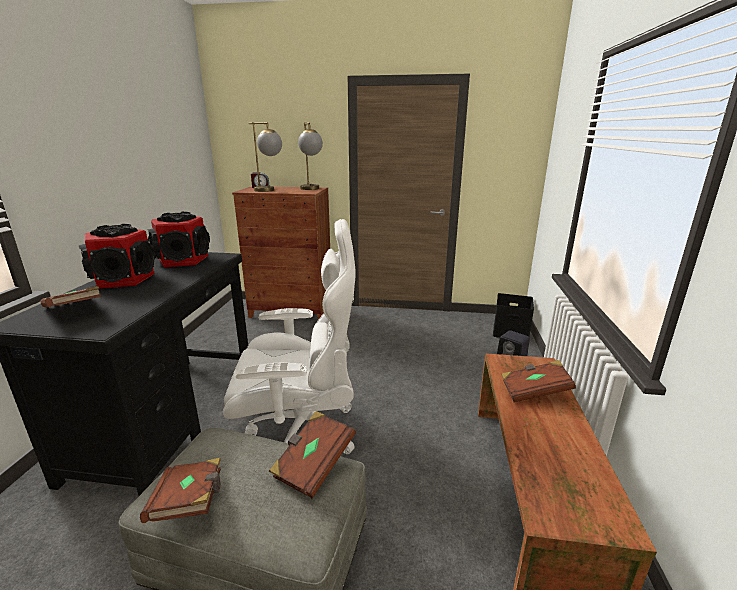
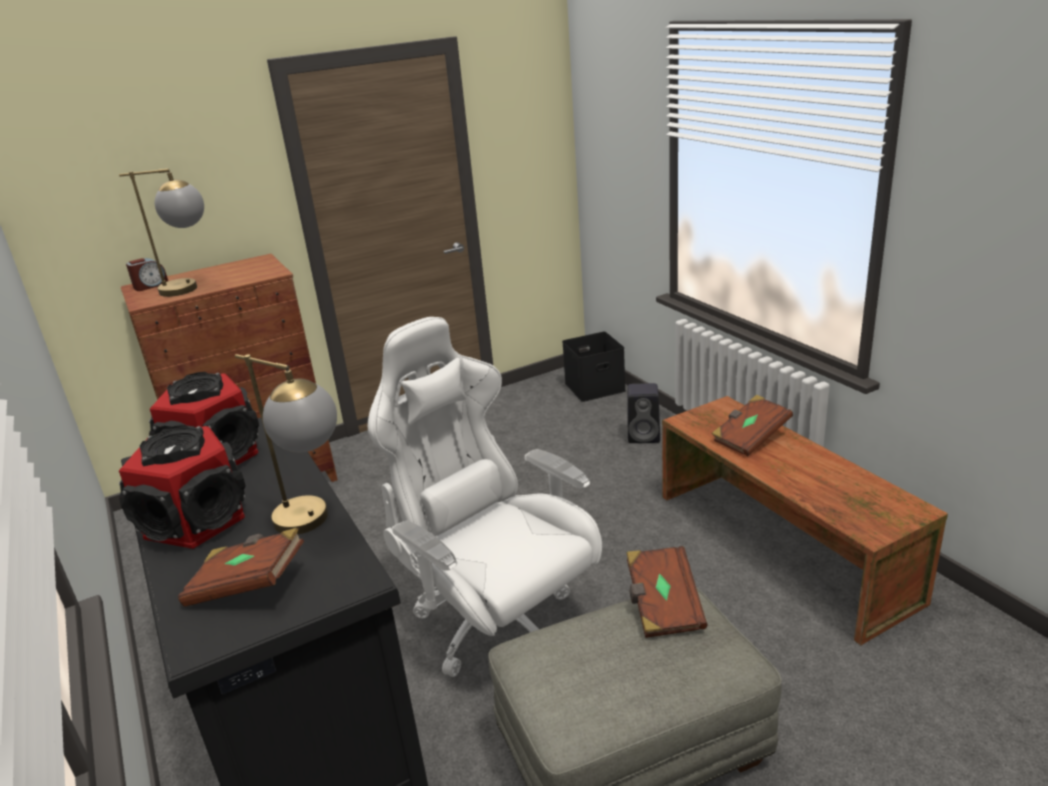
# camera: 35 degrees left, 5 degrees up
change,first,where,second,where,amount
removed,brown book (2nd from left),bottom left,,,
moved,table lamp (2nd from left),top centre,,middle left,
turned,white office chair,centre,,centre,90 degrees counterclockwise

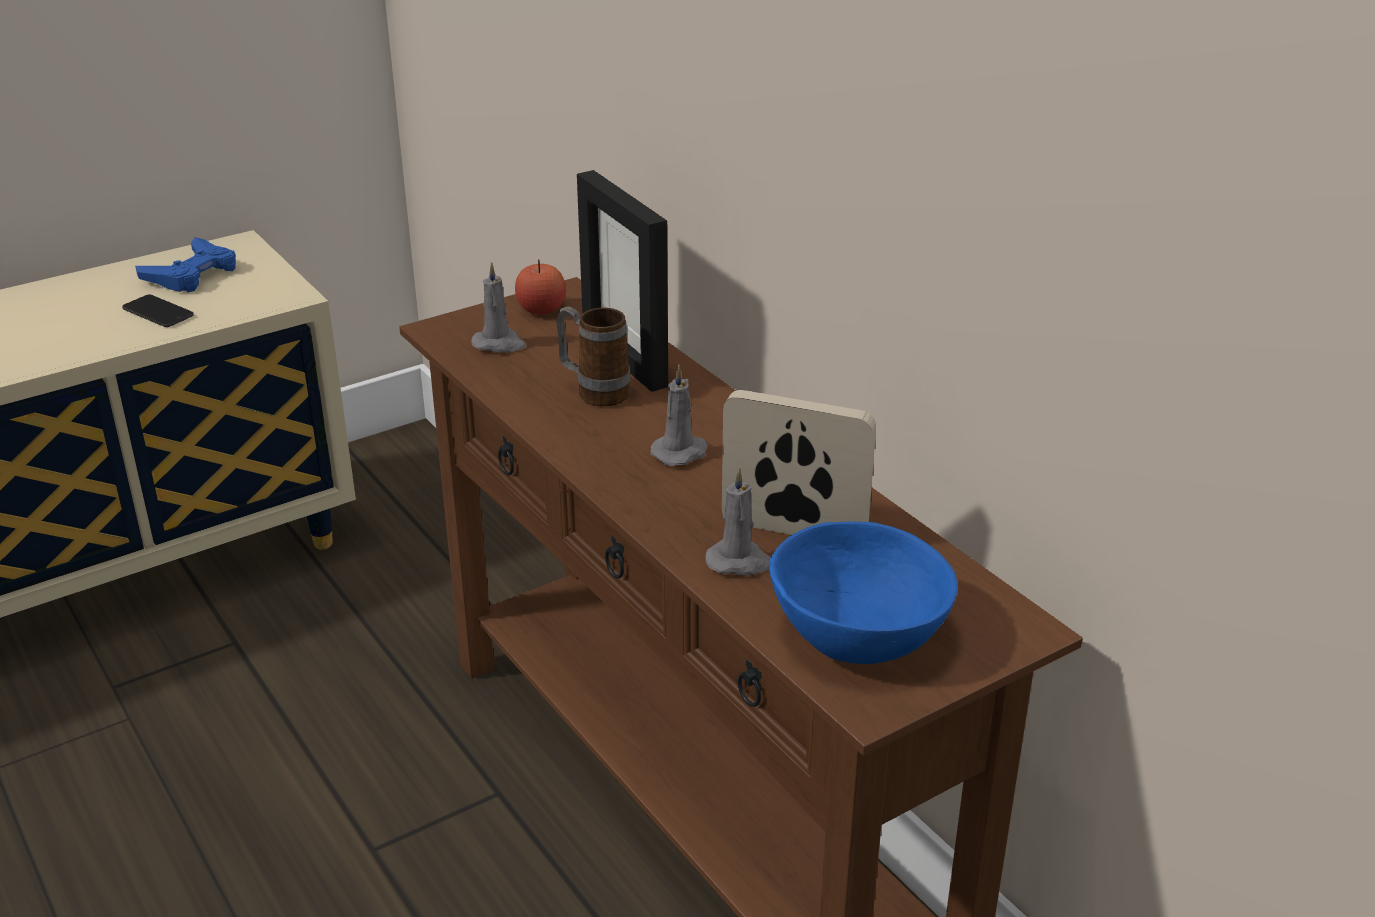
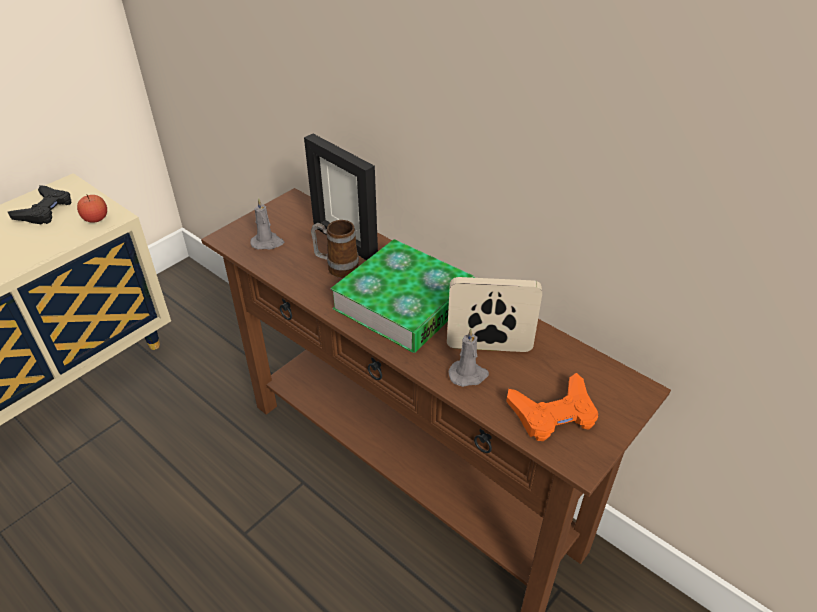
# camera: 15 degrees left, 10 degrees up
change,first,where,second,where,amount
removed,phone,middle left,,,
moved,apple,top centre,,middle left,
replaced,grey candle (2nd from left),centre,book,centre,
replaced,blue bowl,centre,orange game controller,middle right,
recoloured,blue game controller,top left,black game controller,middle left,

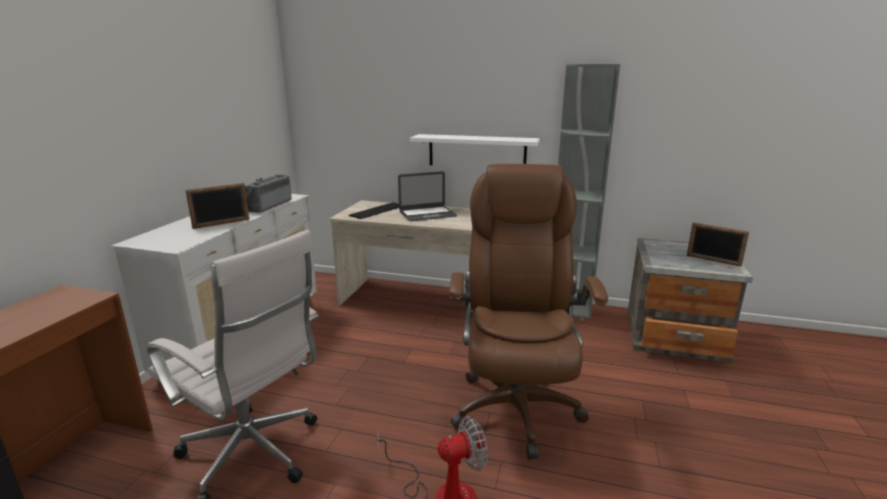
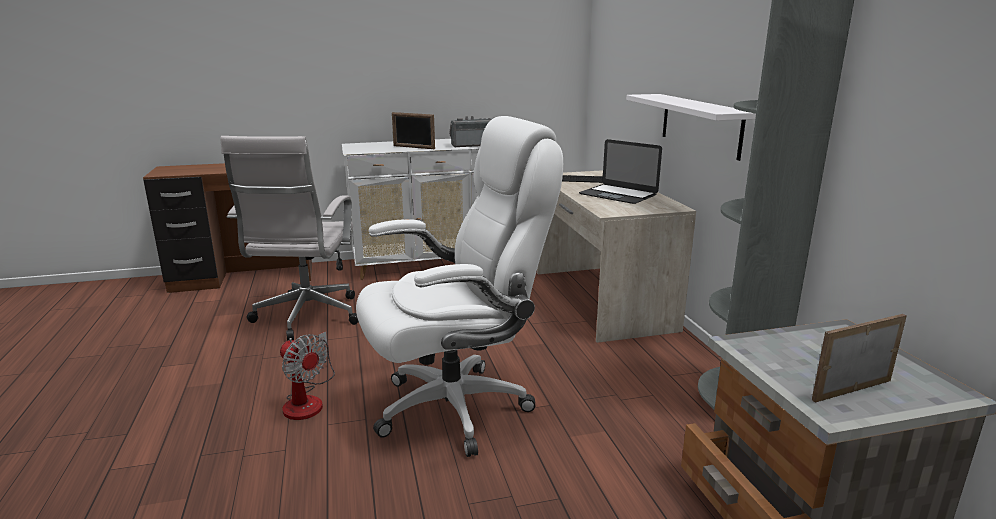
# camera: 60 degrees right, 0 degrees up
change,first,where,second,where,amount
recoloured,brown office chair,centre,white office chair (2nd from left),centre,
turned,picture frame (2nd from left),middle right,,bottom right,60 degrees clockwise

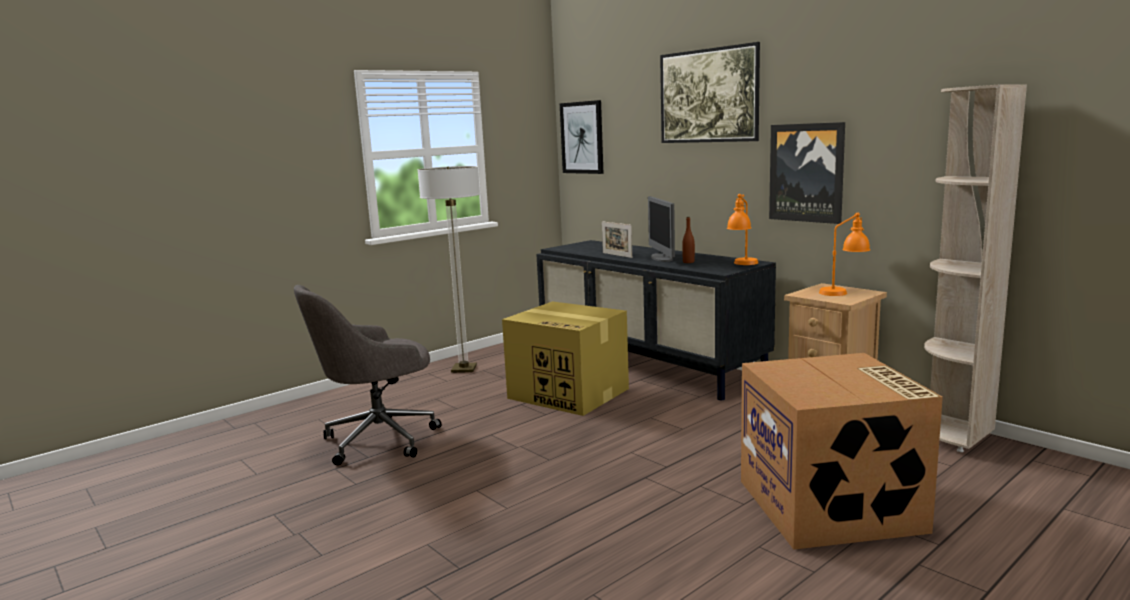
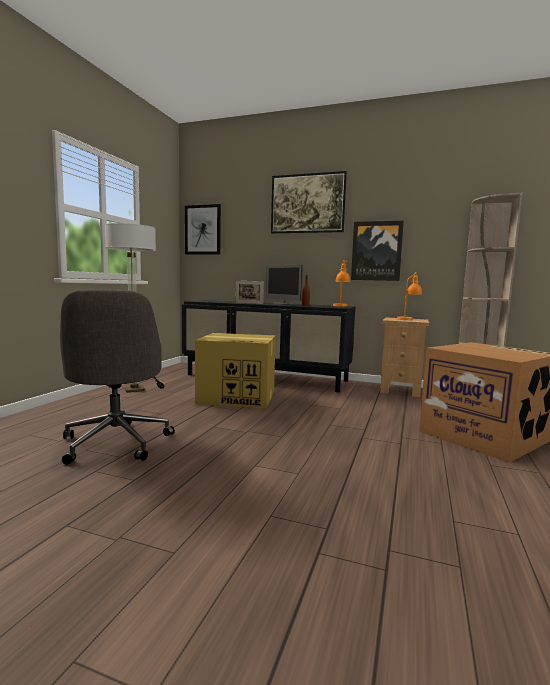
# camera: 30 degrees left, 5 degrees down
change,first,where,second,where,amount
turned,grey office chair,middle left,,middle left,45 degrees counterclockwise

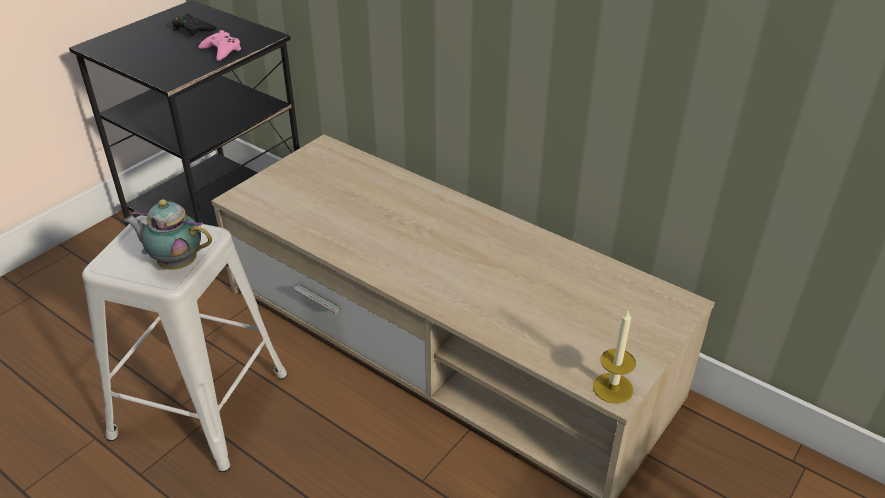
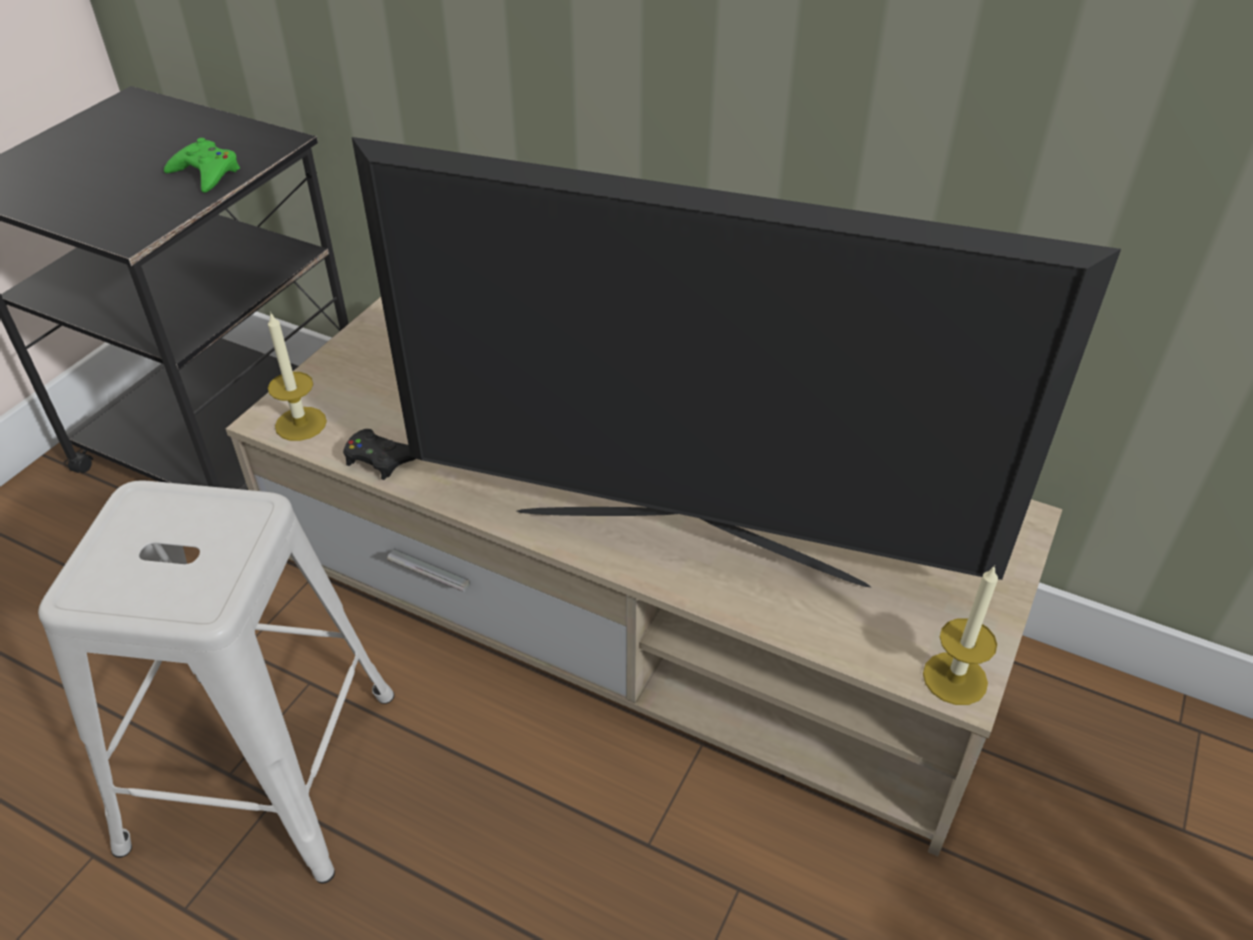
# camera: 10 degrees left, 5 degrees up
change,first,where,second,where,amount
removed,teapot,middle left,,,
added,,,candle (1st from left),middle left,
added,,,television,centre,
moved,black game controller,top left,,middle left,
recoloured,pink game controller,top left,green game controller,top left,

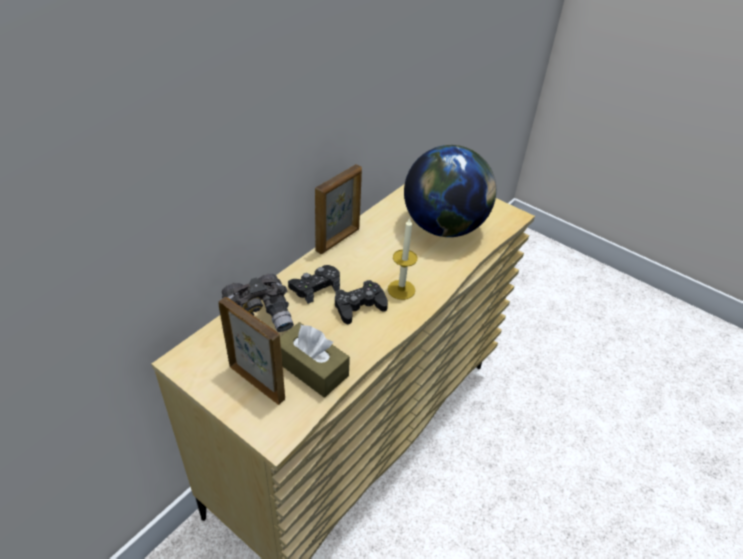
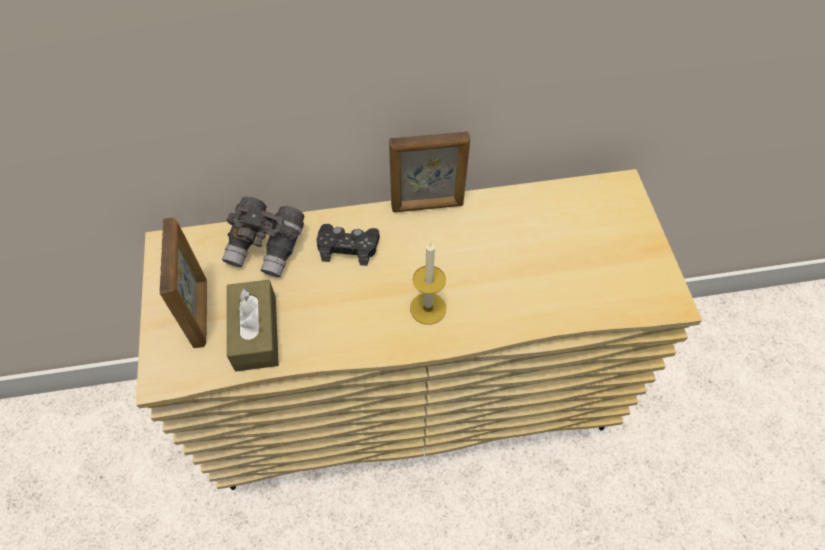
# camera: 45 degrees right, 15 degrees up
change,first,where,second,where,amount
removed,black game controller (2nd from left),centre,,,
removed,globe,centre,,,

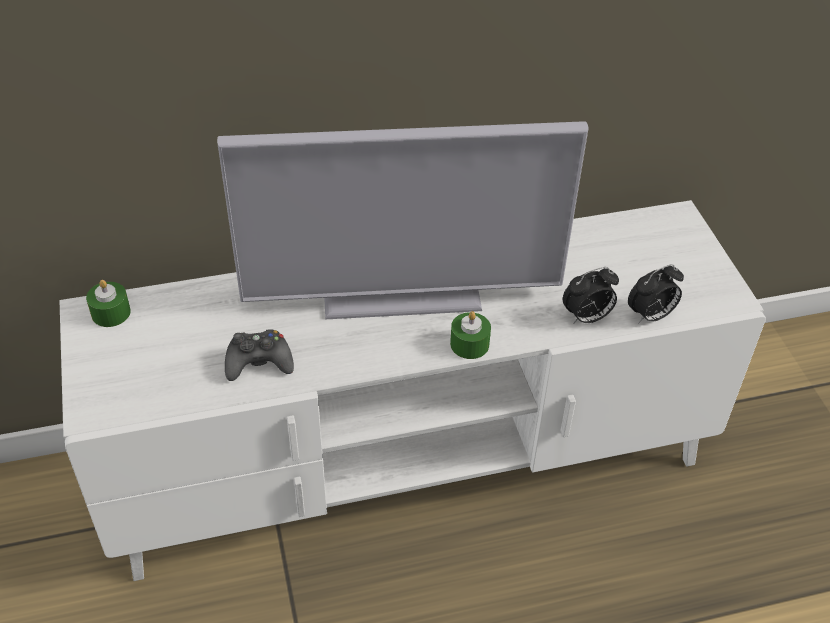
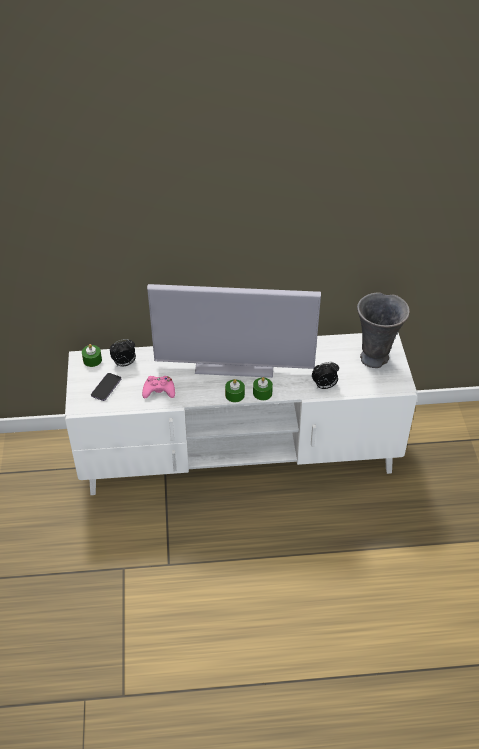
# camera: 10 degrees right, 0 degrees up
change,first,where,second,where,amount
added,,,phone,middle left,
added,,,green candle (2nd from left),centre,
added,,,grey vase,middle right,
moved,alarm clock (2nd from left in the first image),middle right,alarm clock (1st from left),middle left,
recoloured,black game controller,middle left,pink game controller,middle left,

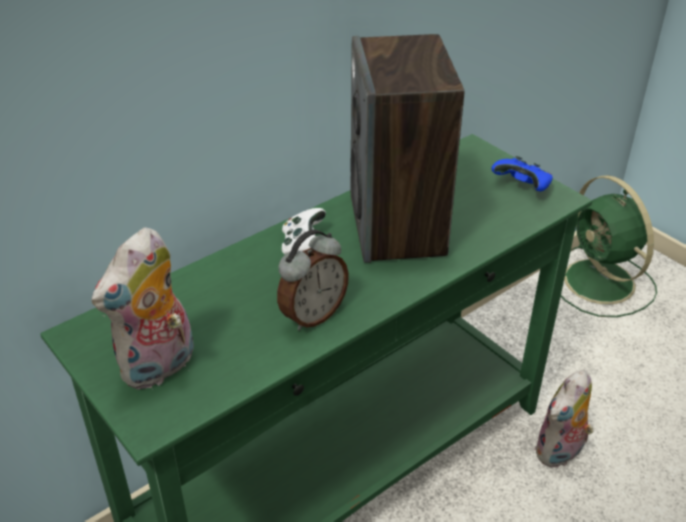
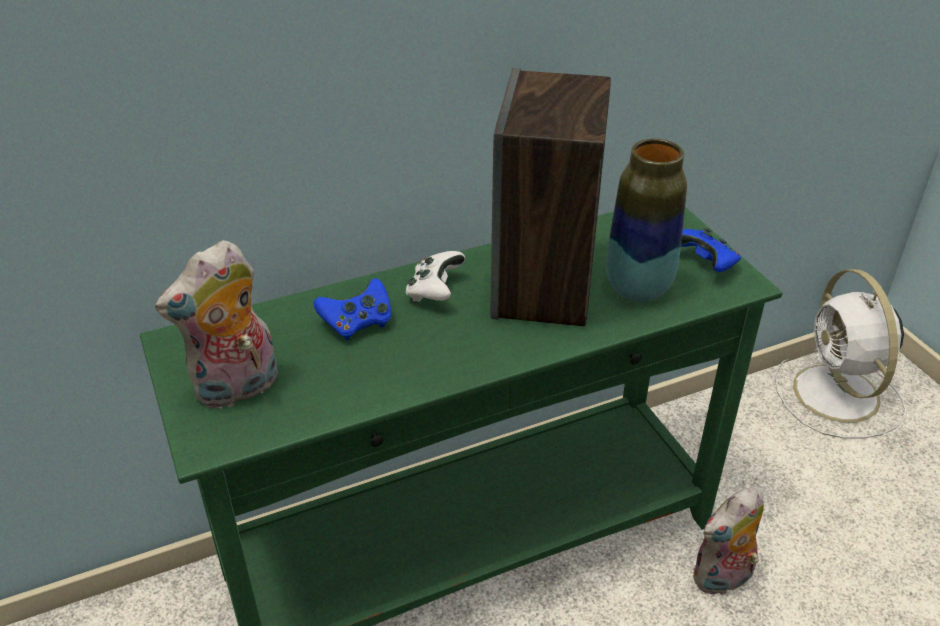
# camera: 15 degrees right, 0 degrees up
change,first,where,second,where,amount
removed,alarm clock,centre,,,
added,,,blue game controller (1st from left),centre,
added,,,vase,middle right,
recoloured,green fan,middle right,white fan,middle right,

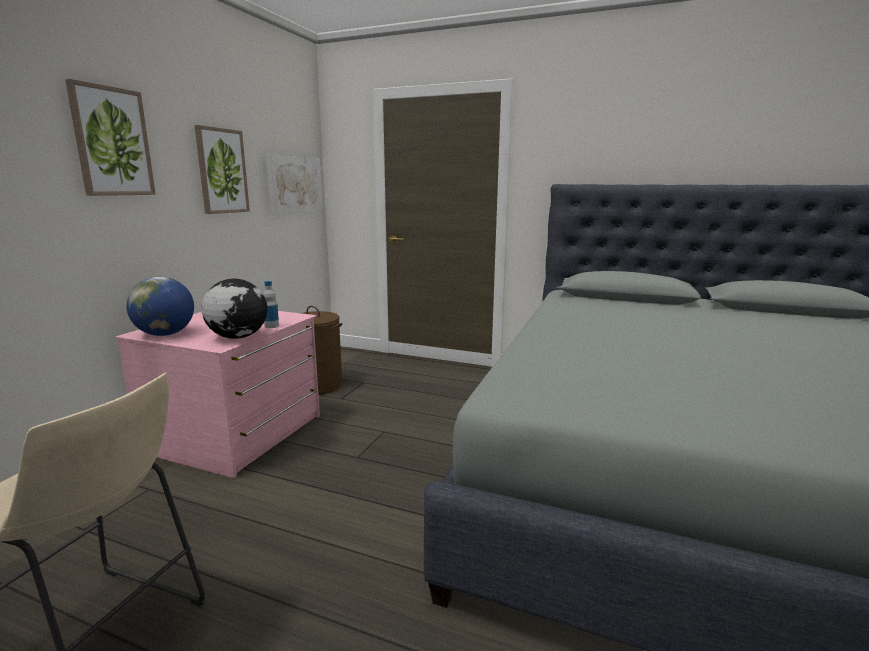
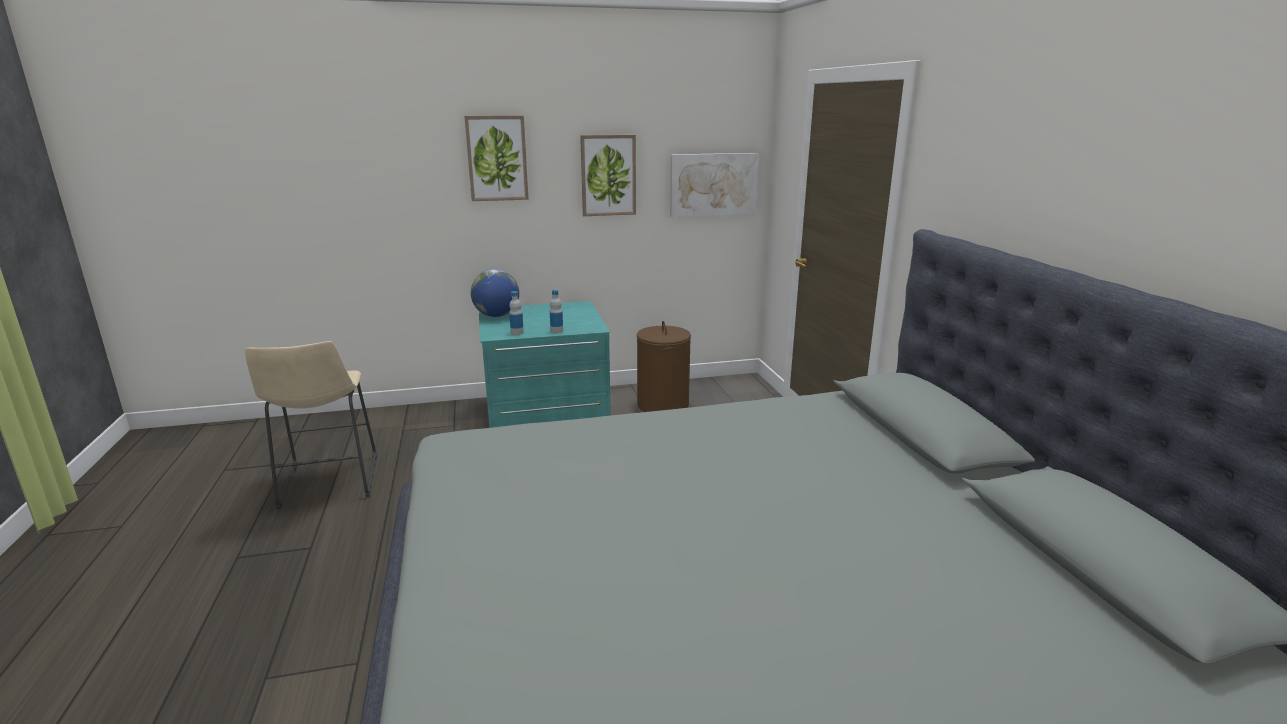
# camera: 55 degrees right, 5 degrees up
change,first,where,second,where,amount
replaced,globe (2nd from left),middle left,bottle (1st from left),centre,
recoloured,pink dresser,middle left,turquoise dresser,centre,

